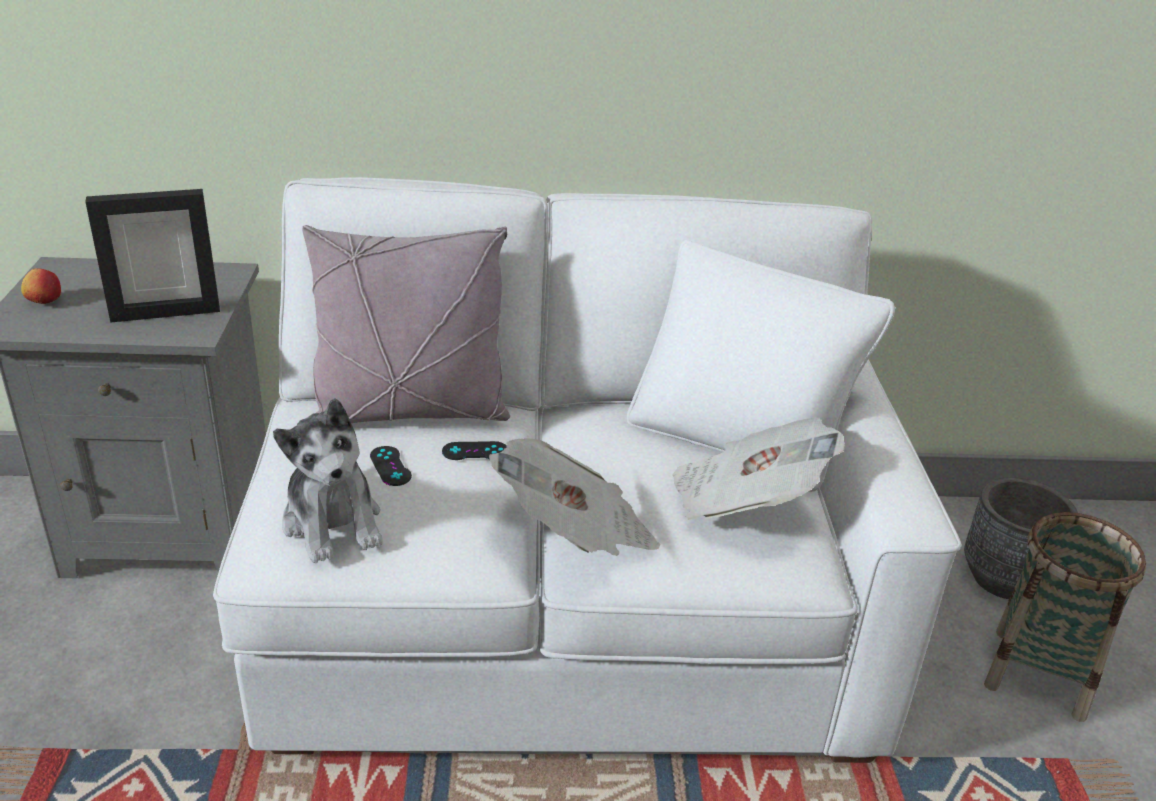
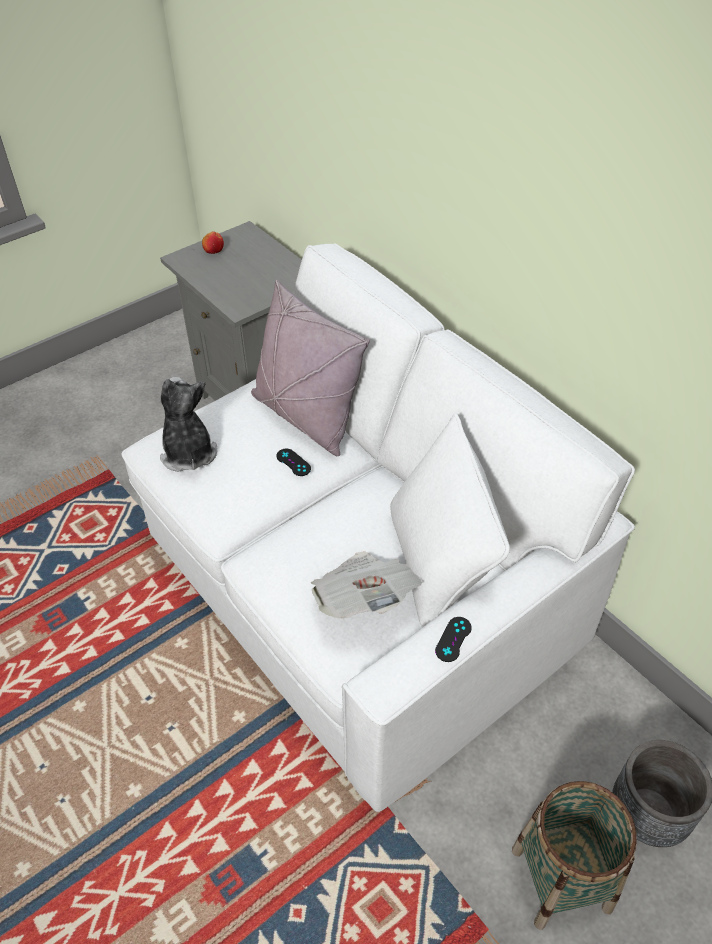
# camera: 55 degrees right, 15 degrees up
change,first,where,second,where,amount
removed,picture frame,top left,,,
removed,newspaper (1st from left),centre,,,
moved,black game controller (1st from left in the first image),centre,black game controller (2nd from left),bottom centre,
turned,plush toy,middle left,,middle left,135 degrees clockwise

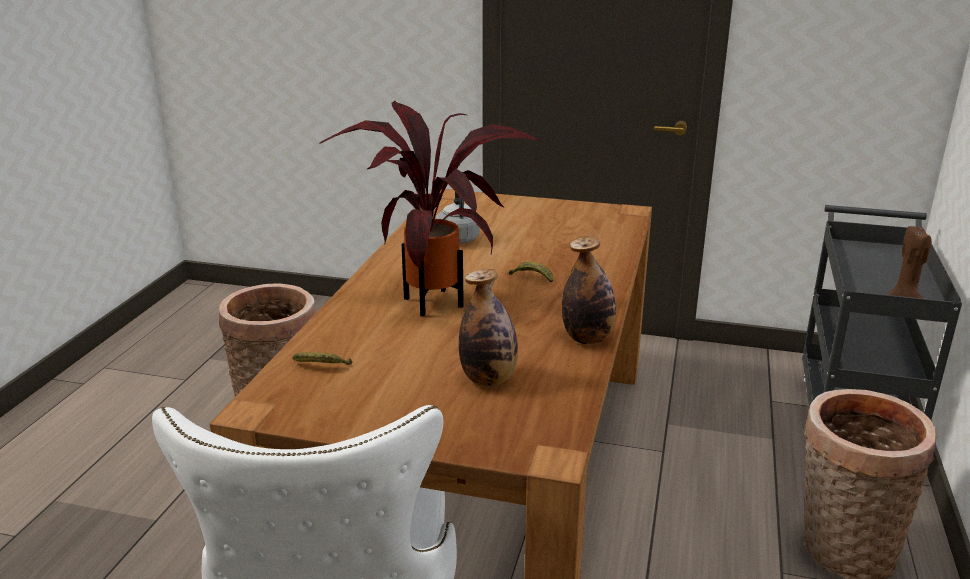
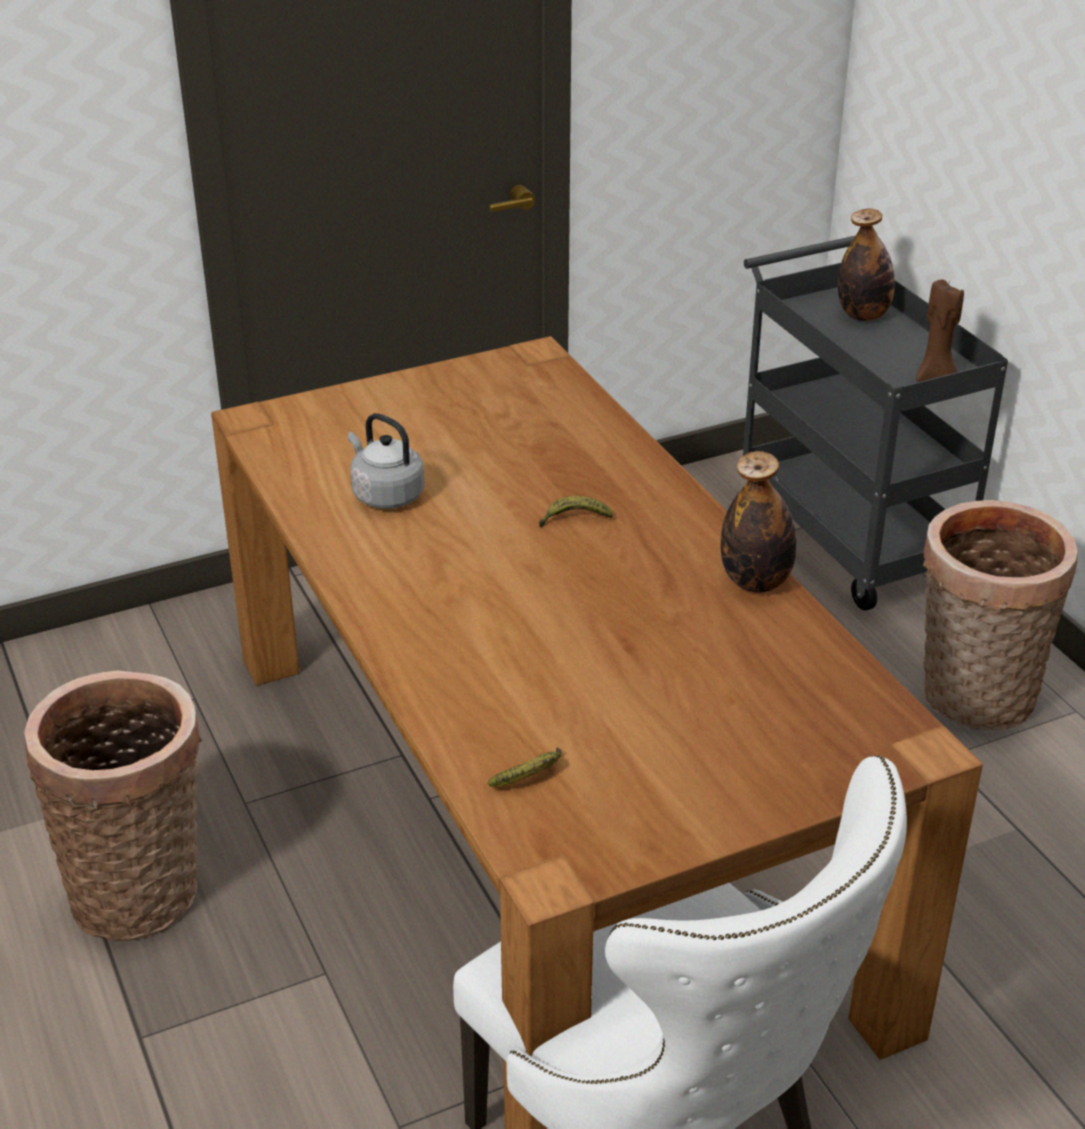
# camera: 40 degrees left, 10 degrees up
change,first,where,second,where,amount
removed,potted plant,centre,,,
moved,bottle (1st from left in the first image),centre,bottle (2nd from left),top right,

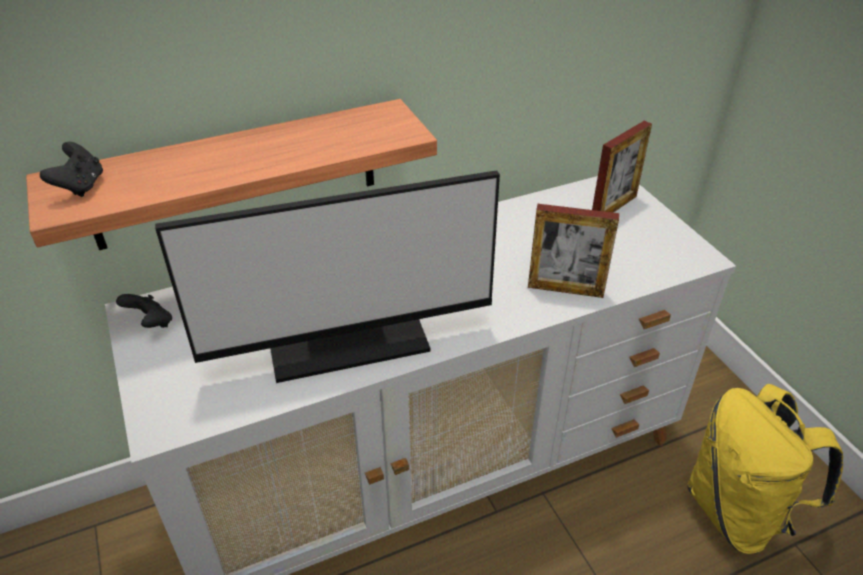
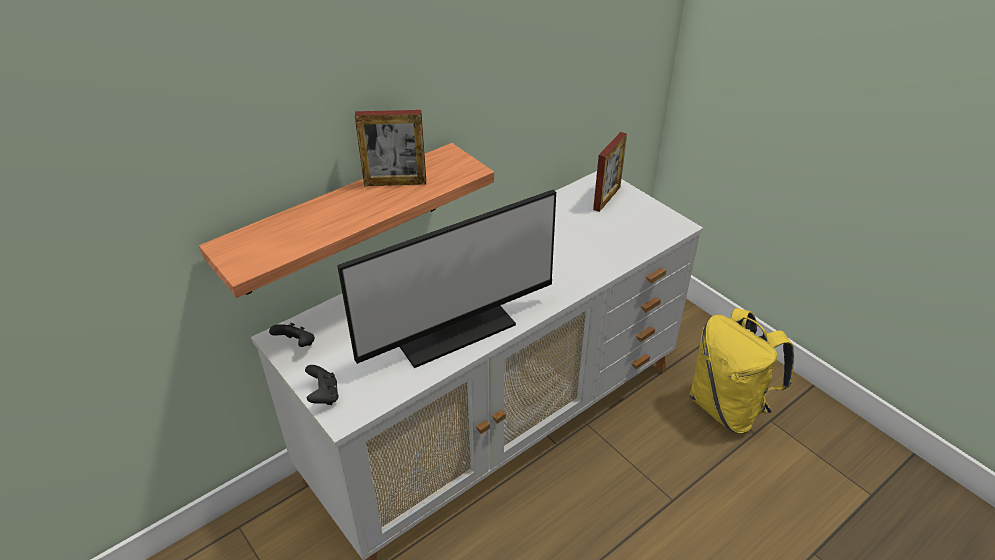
# camera: 15 degrees left, 0 degrees up
change,first,where,second,where,amount
moved,black game controller (1st from left in the first image),top left,black game controller (2nd from left),bottom left,
moved,picture frame (1st from left),centre,,top centre,

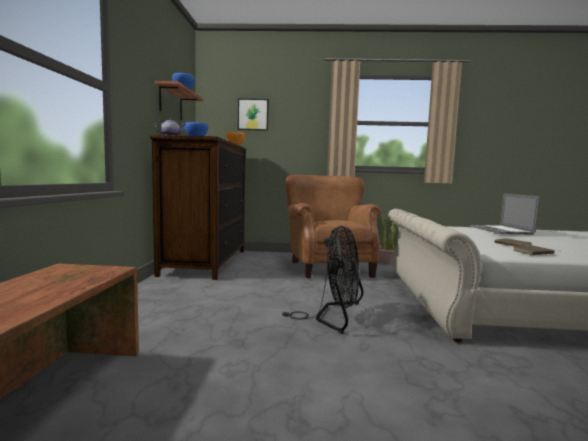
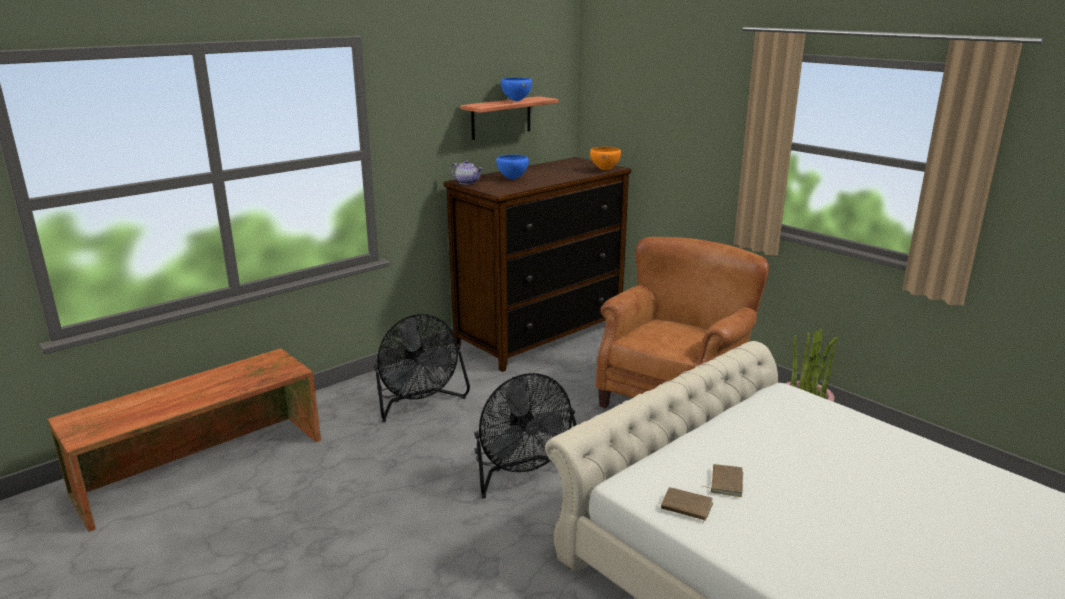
# camera: 45 degrees right, 15 degrees up
change,first,where,second,where,amount
removed,picture,top centre,,,
removed,laptop,middle right,,,
added,,,black fan (1st from left),centre,

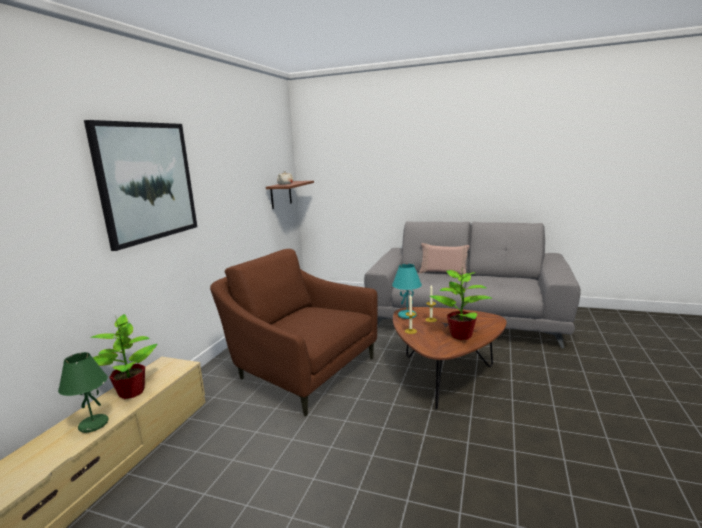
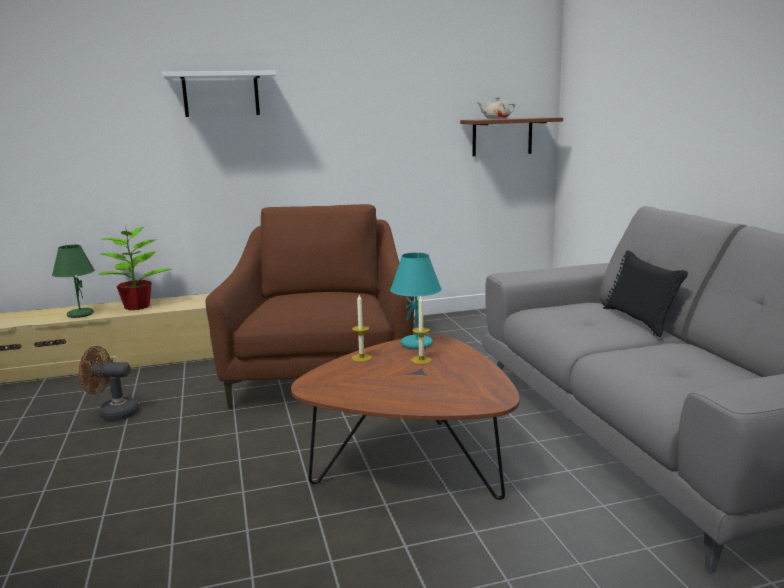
# camera: 55 degrees right, 0 degrees up
change,first,where,second,where,amount
removed,potted plant (2nd from left),centre,,,
added,,,brown fan,middle left,
replaced,picture,middle left,white shelf,top left,
recoloured,beige pillow,centre,black pillow,middle right,

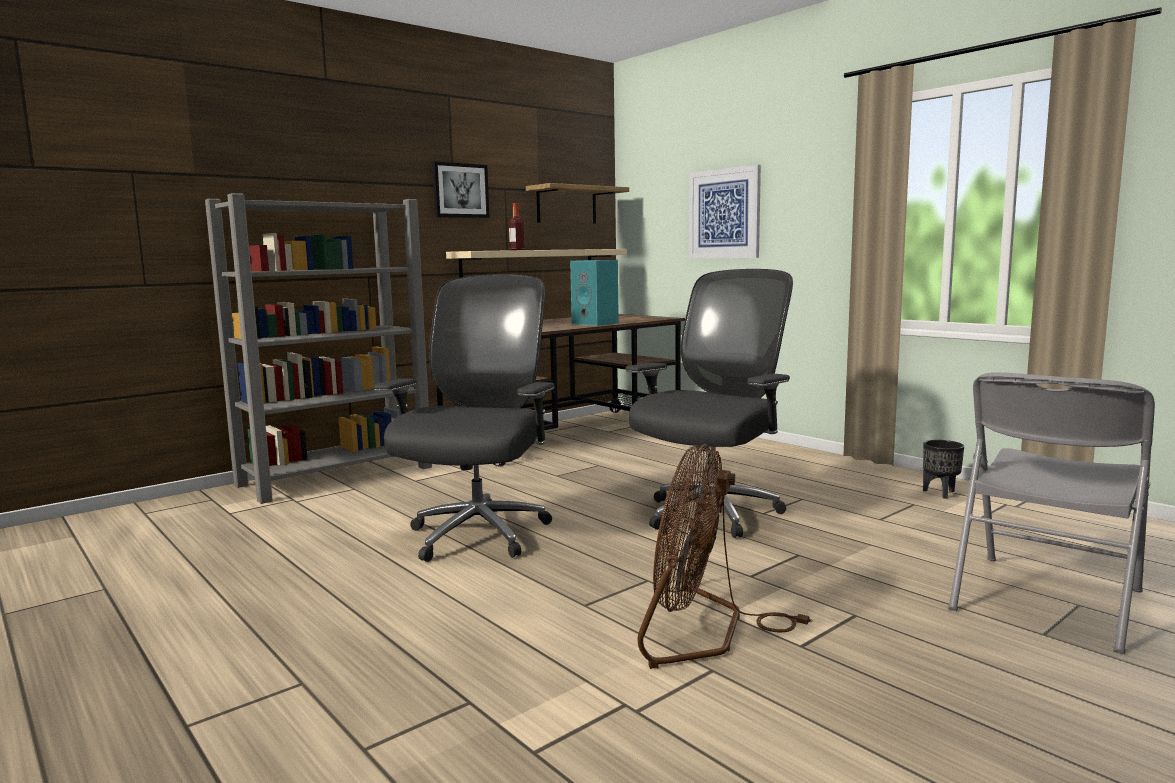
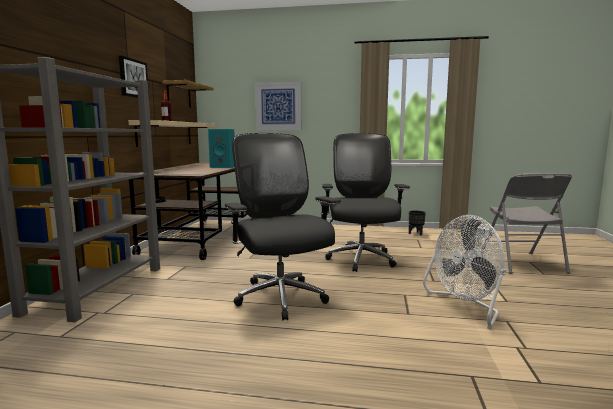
# camera: 40 degrees left, 0 degrees up
change,first,where,second,where,amount
recoloured,brown fan,bottom centre,white fan,middle right,

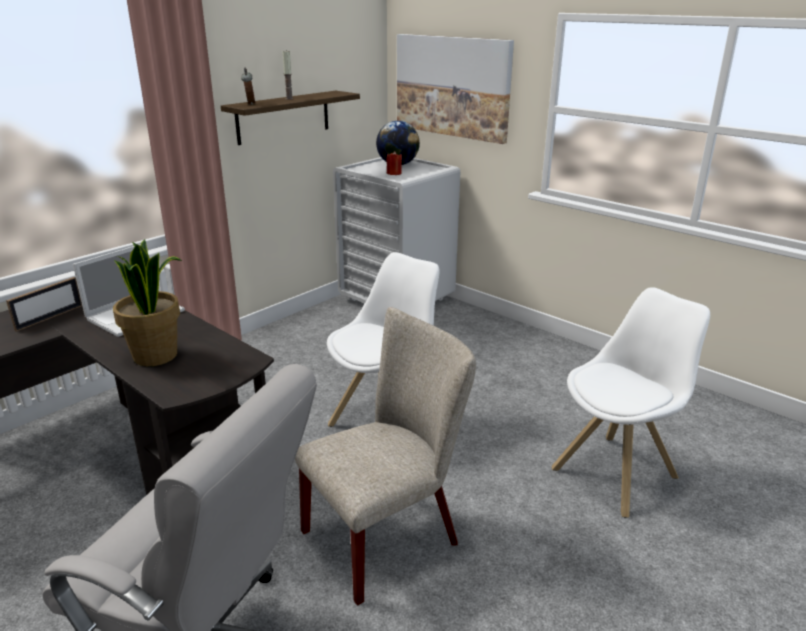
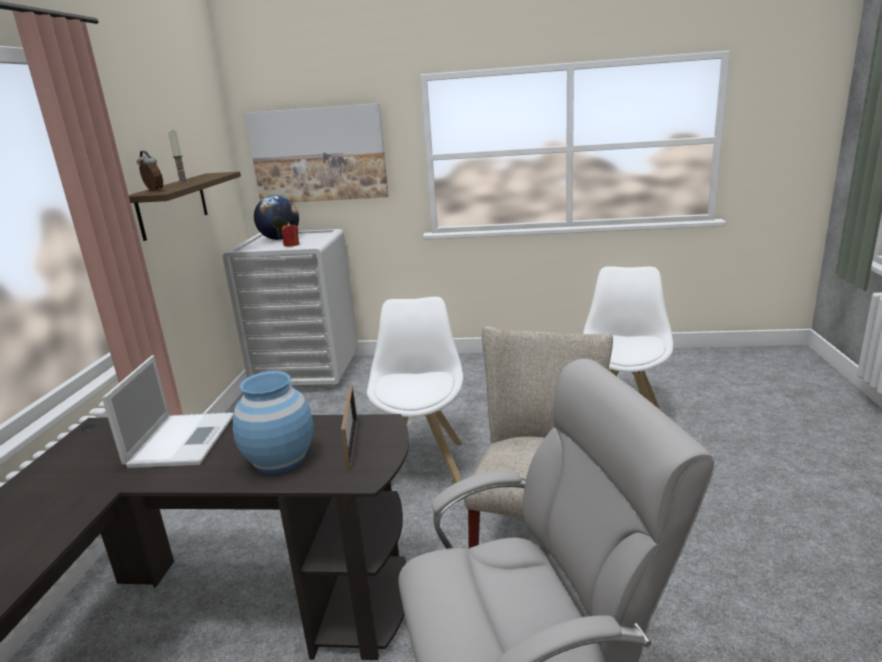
# camera: 35 degrees left, 5 degrees down
change,first,where,second,where,amount
moved,picture frame,middle left,,centre,
replaced,potted plant,middle left,blue vase,middle left,

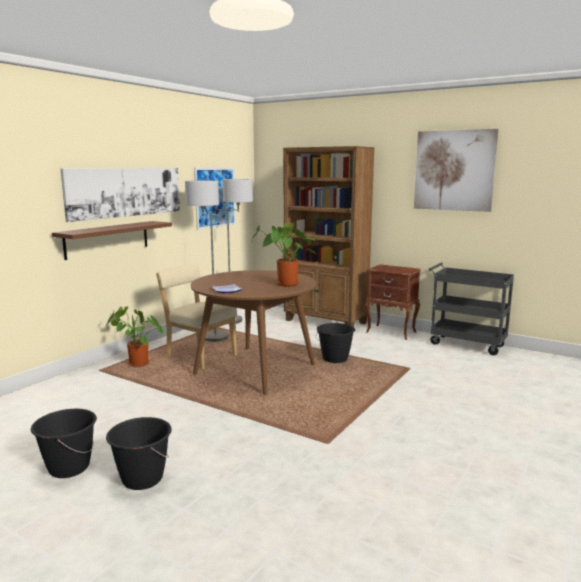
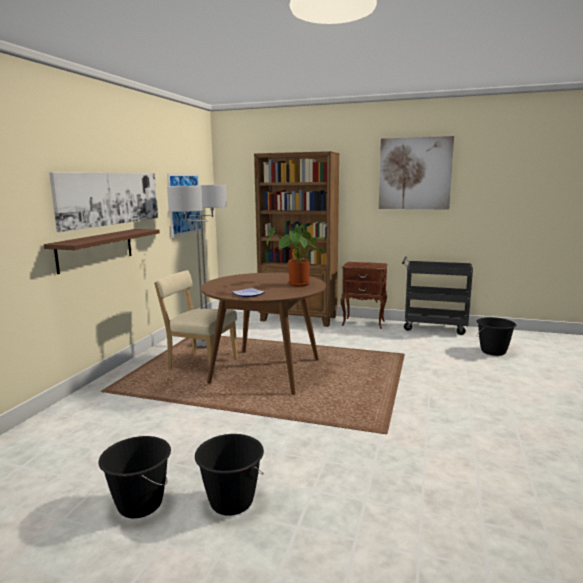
# camera: 15 degrees left, 0 degrees up
change,first,where,second,where,amount
removed,potted plant (1st from left),middle left,,,
moved,black bucket (3rd from left),centre,,middle right,

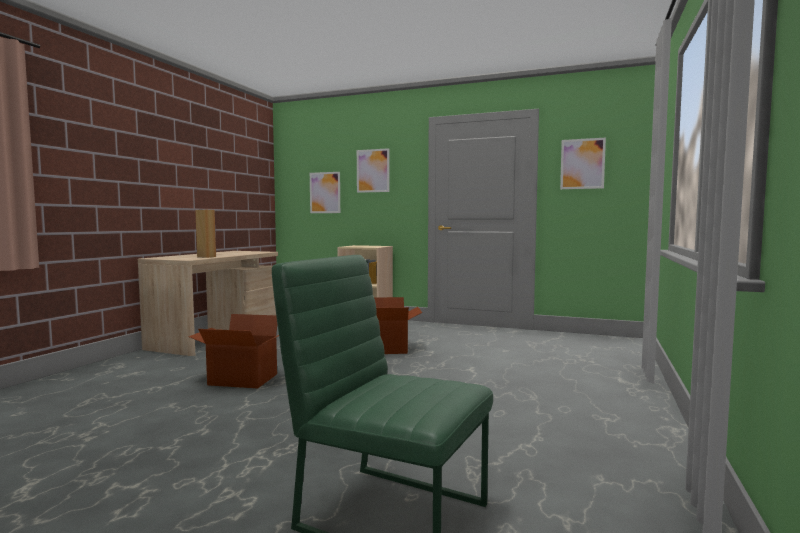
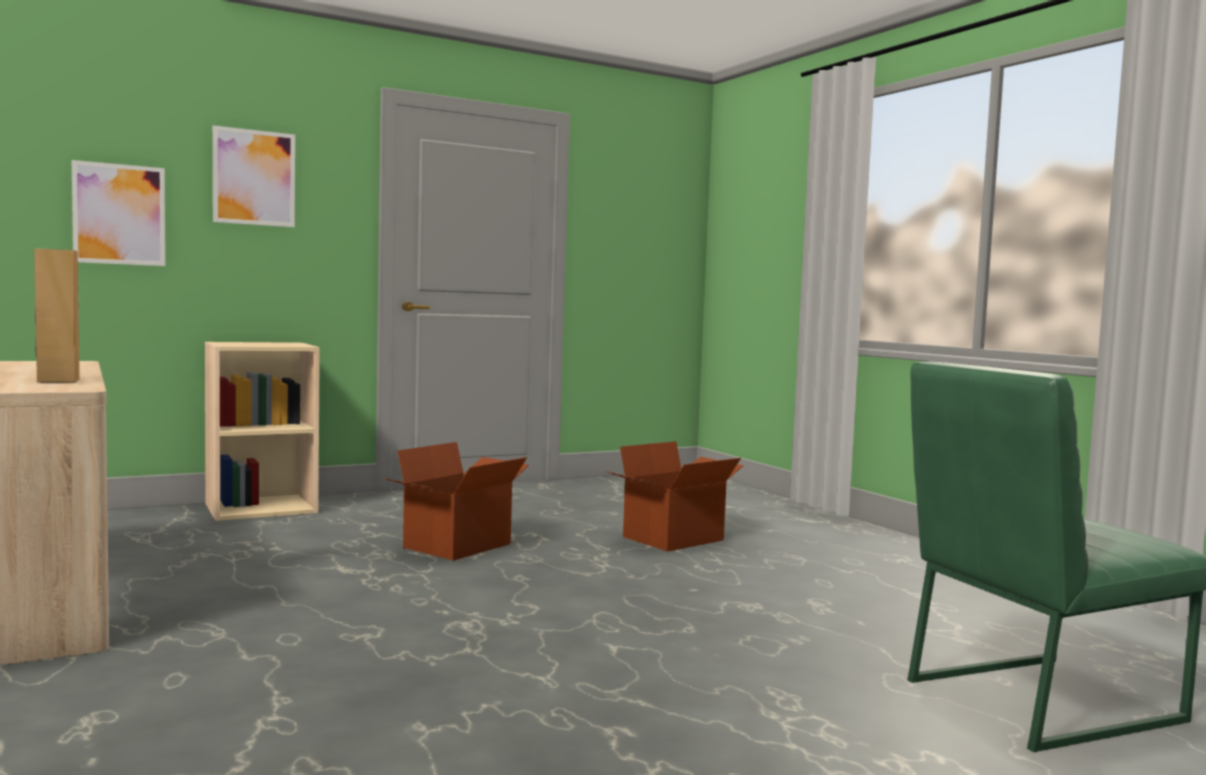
# camera: 50 degrees left, 0 degrees up
change,first,where,second,where,amount
removed,picture (3rd from left),top right,,,
moved,cardboard box (1st from left in the first image),middle left,cardboard box (2nd from left),centre,

